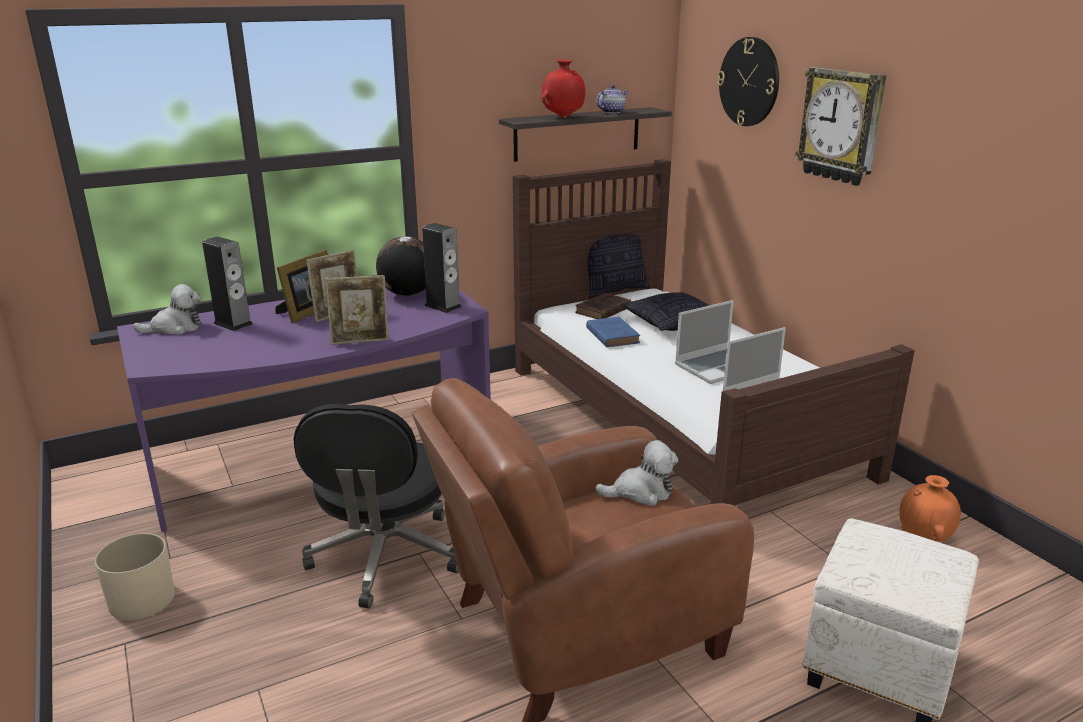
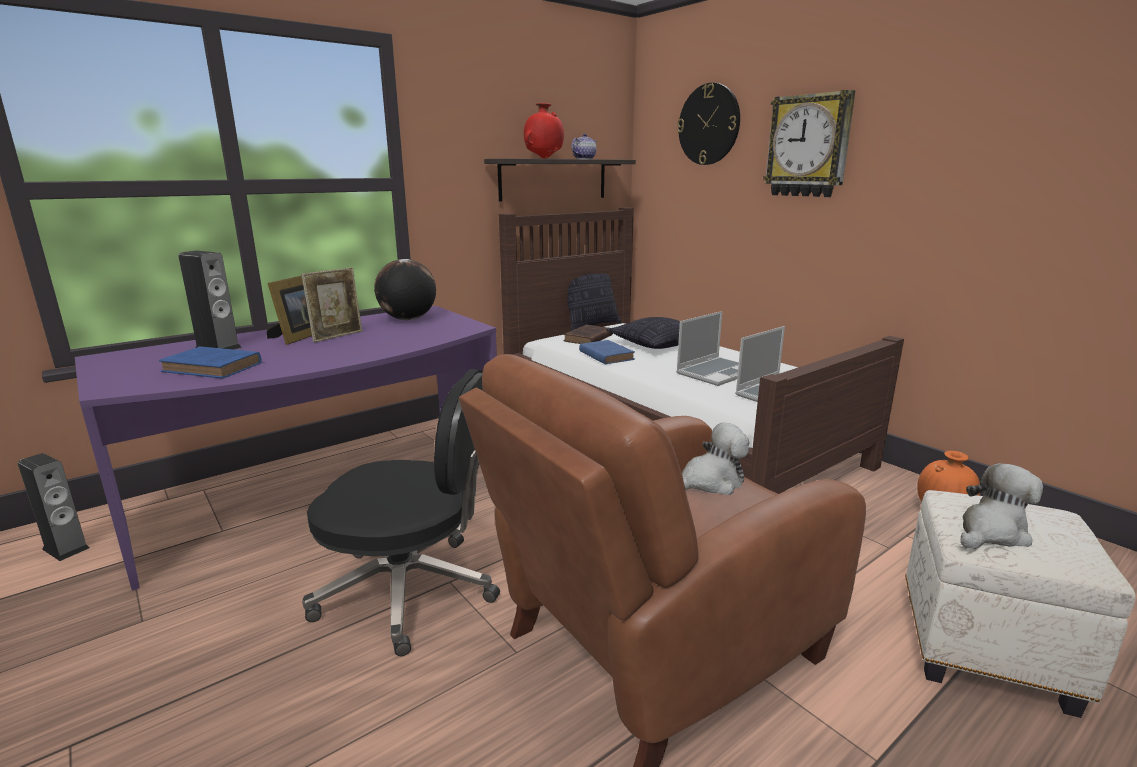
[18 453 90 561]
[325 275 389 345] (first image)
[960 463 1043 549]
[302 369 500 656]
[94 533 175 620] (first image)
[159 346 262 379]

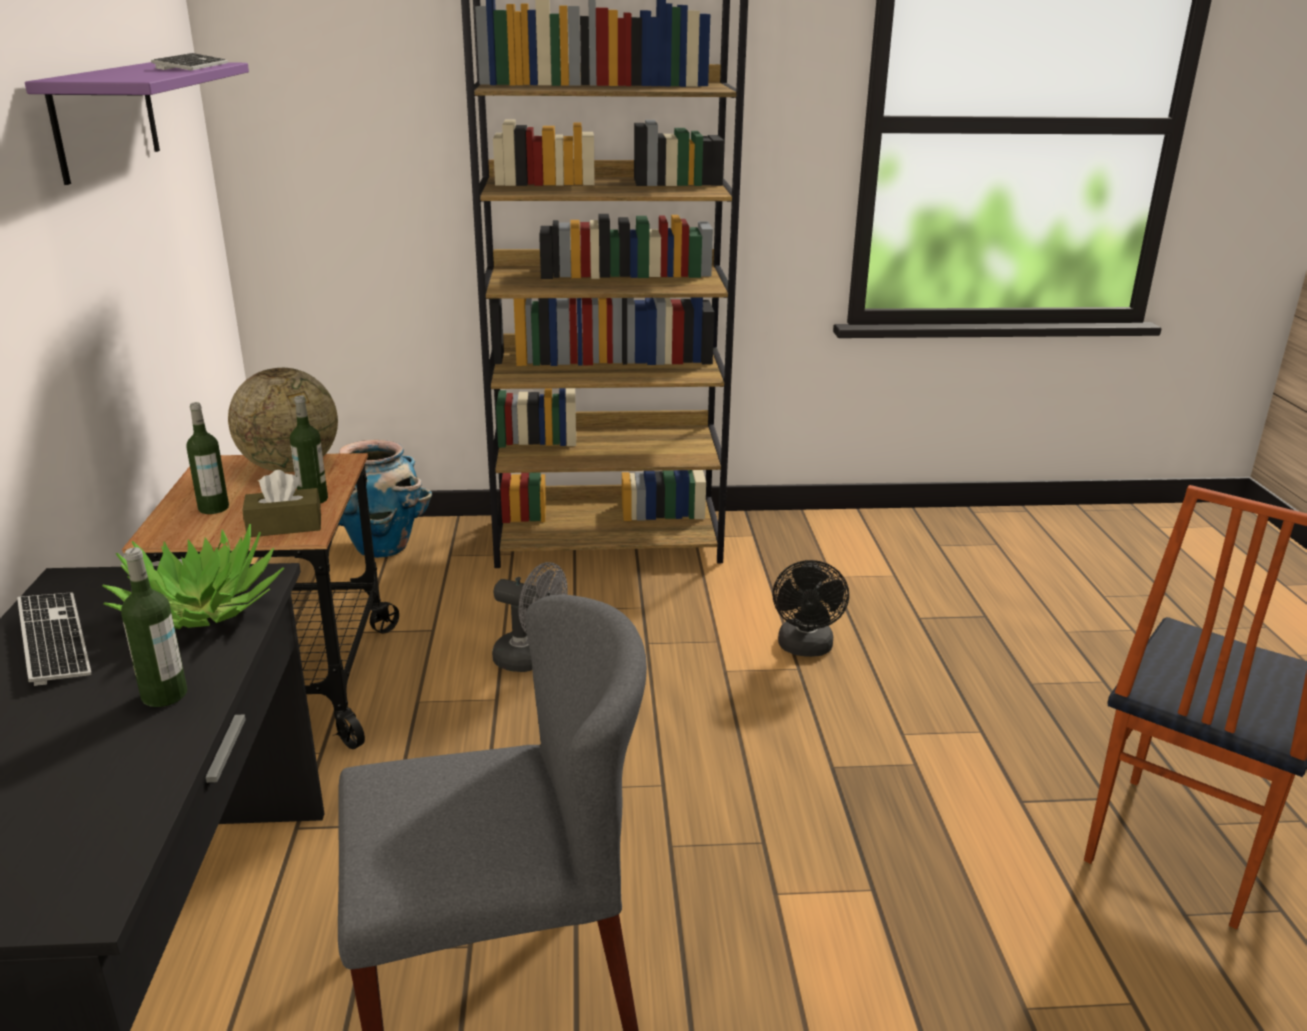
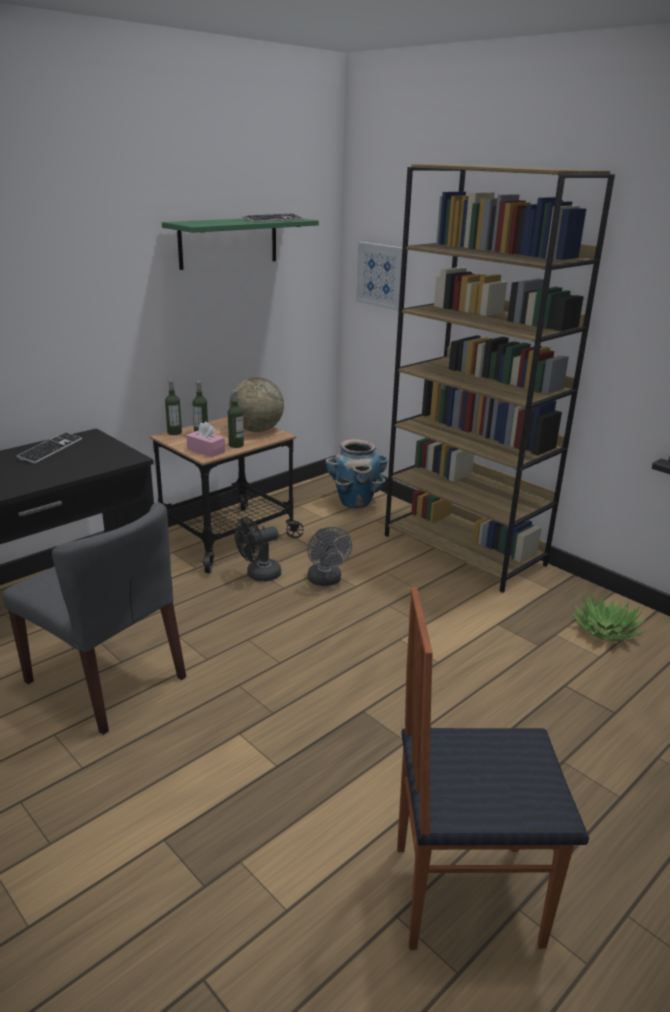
[162 218 319 270]
[186 422 225 457]
[570 592 646 641]
[165 379 182 435]
[235 517 281 582]
[356 242 402 311]

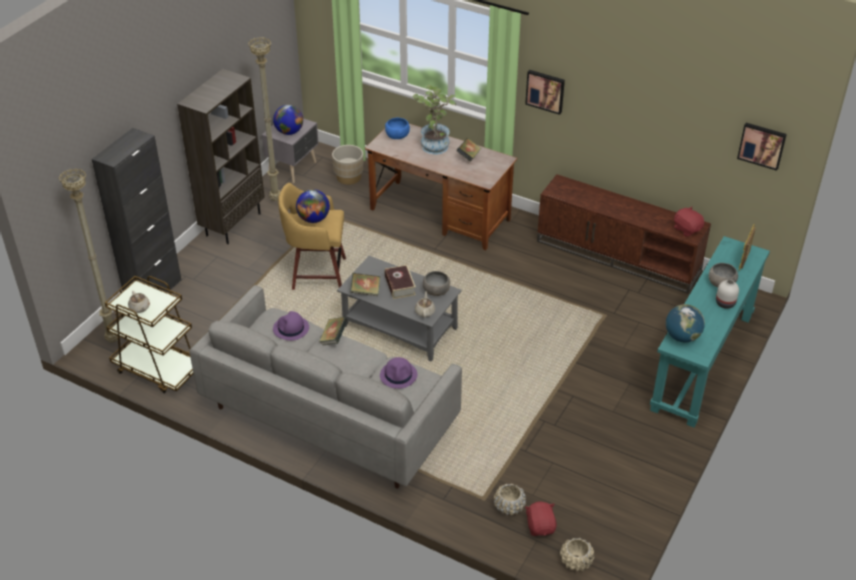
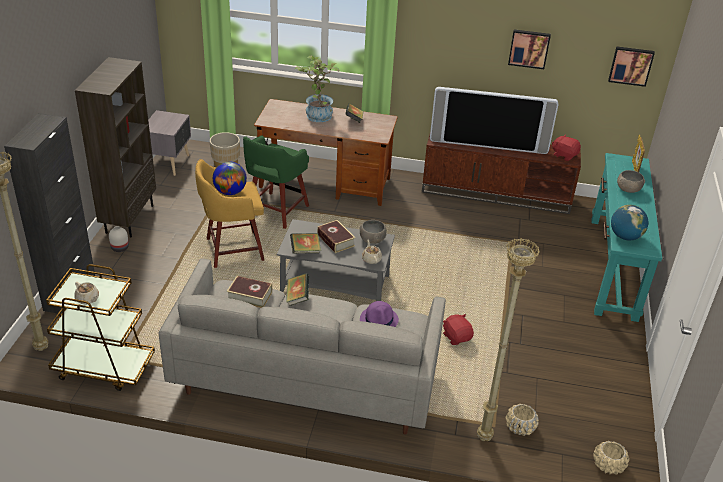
[477 239 540 441]
[508 29 551 69]
[273 105 303 135] (first image)
[385 118 410 139] (first image)
[109 226 129 252]
[227 276 272 308]
[443 314 474 345]
[430 87 558 154]
[243 135 309 229]

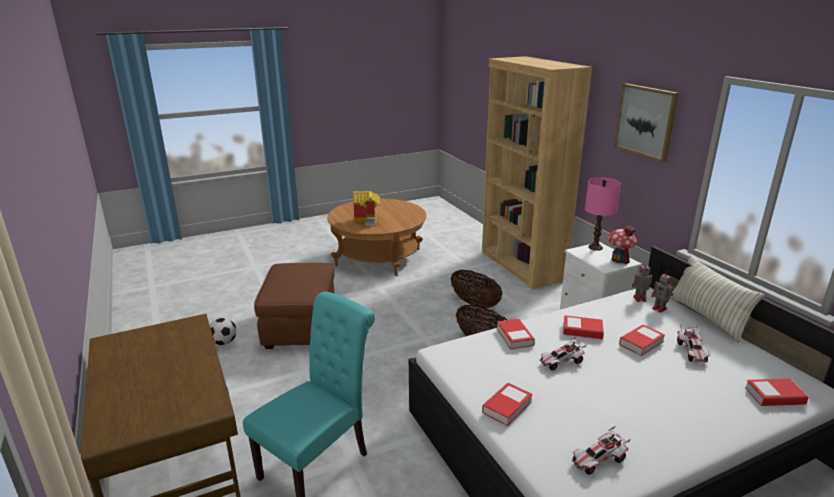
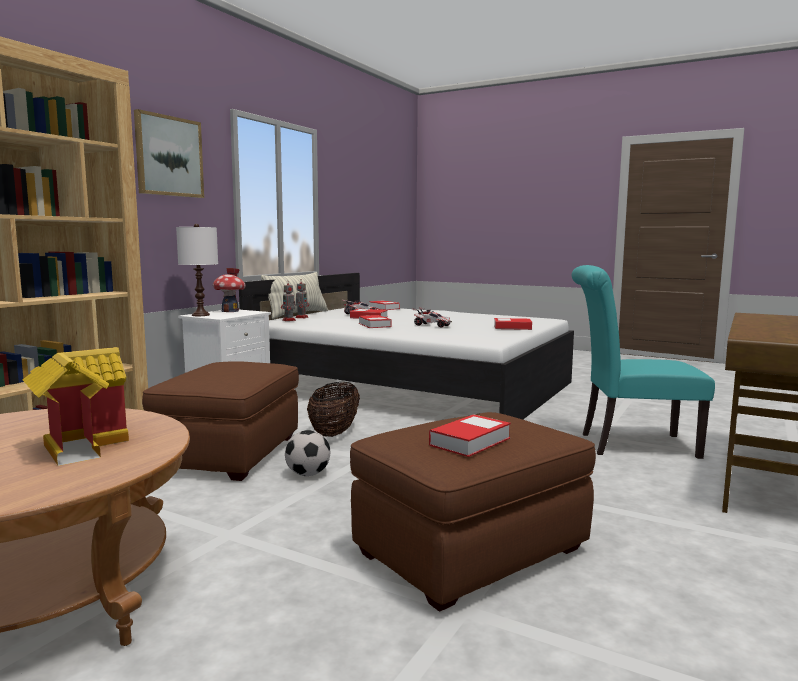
[176 224 218 316]
[142 361 299 481]
[285 430 330 476]
[429 414 511 457]
[572 426 631 475] (first image)

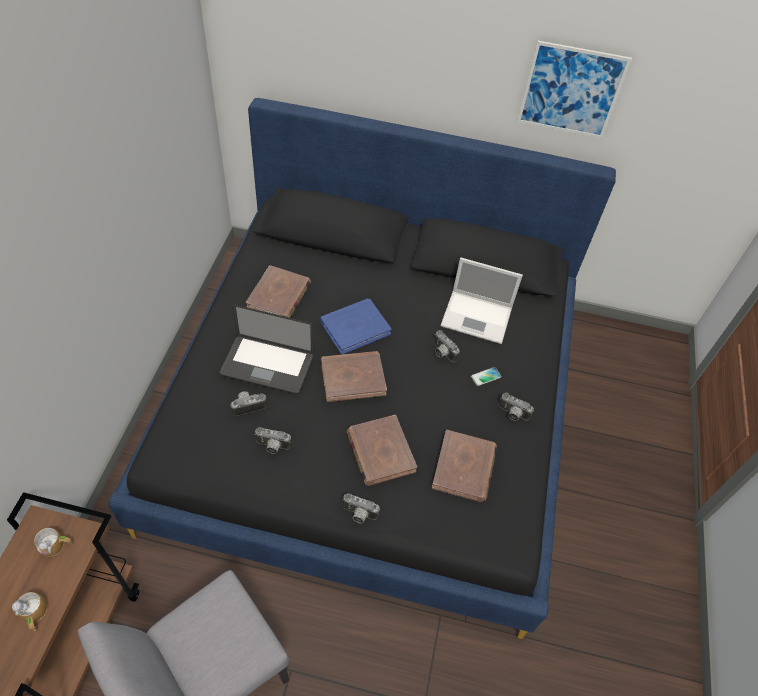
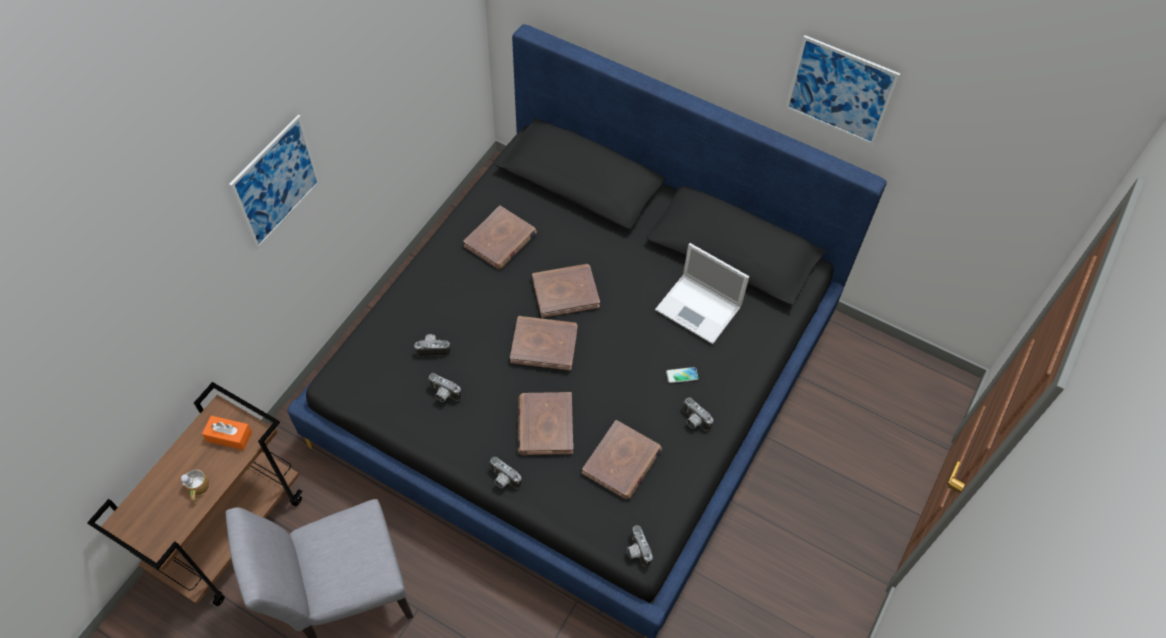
[532 264 600 318]
[220 304 314 395] (first image)
[627 525 653 567]
[202 416 252 450]
[229 115 320 250]

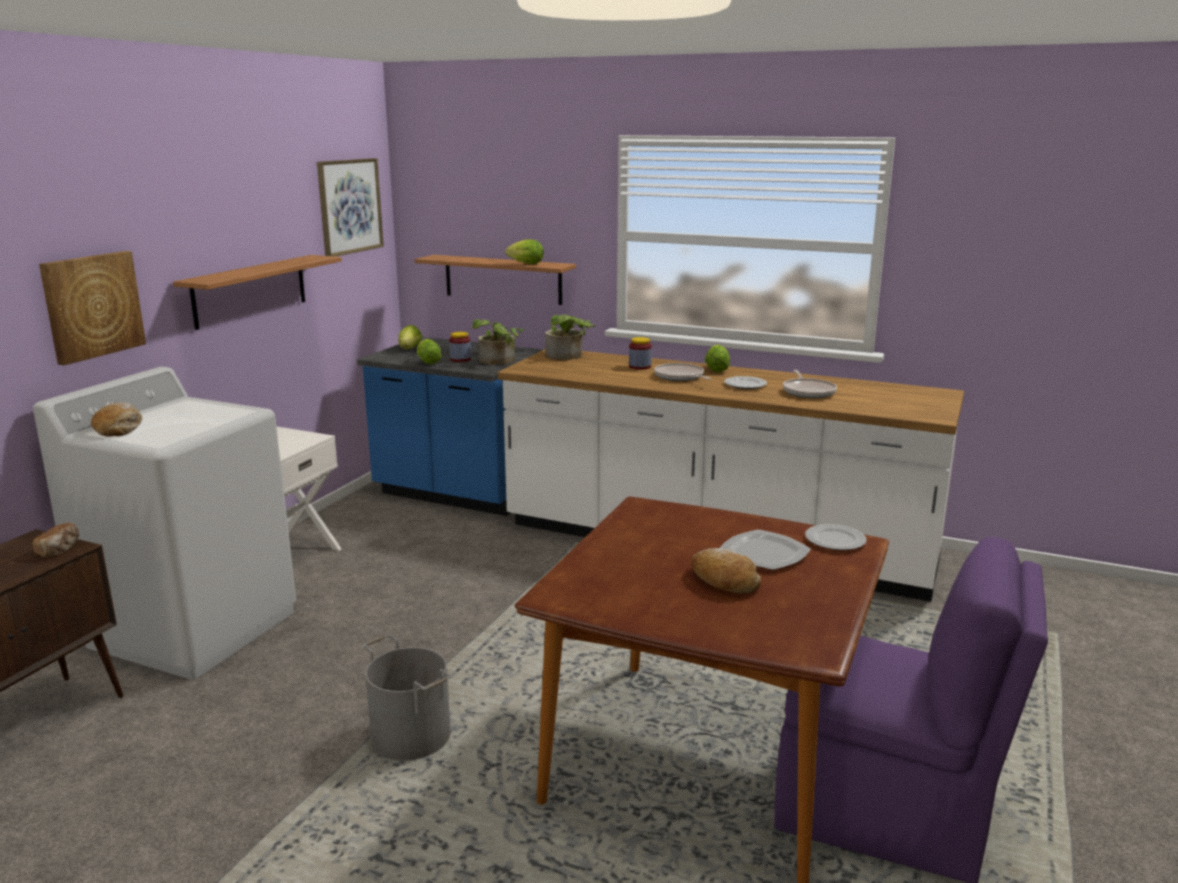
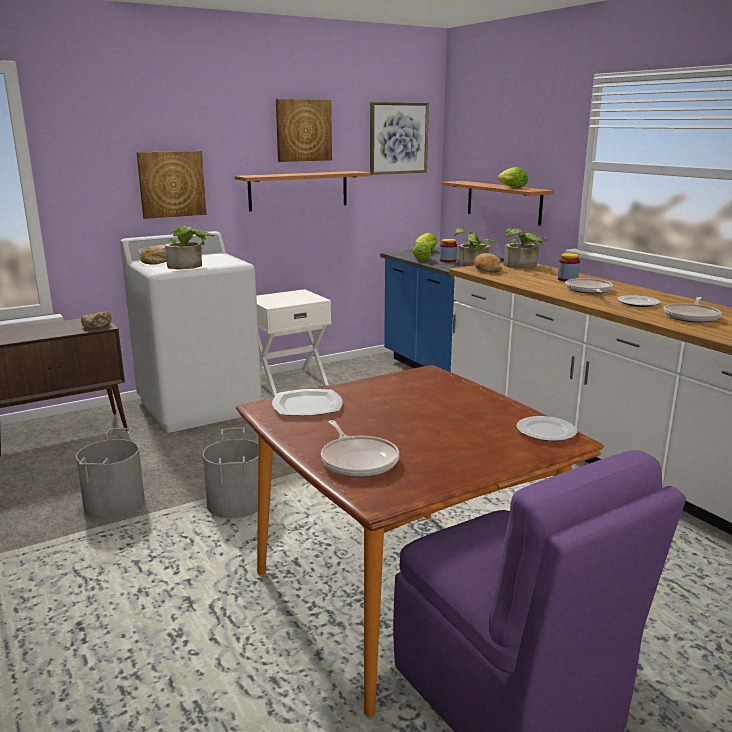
[705 344 730 372] (first image)
[272 389 343 416]
[474 253 502 272]
[276 99 332 162]
[165 226 214 269]
[321 420 399 477]
[76 428 145 520]

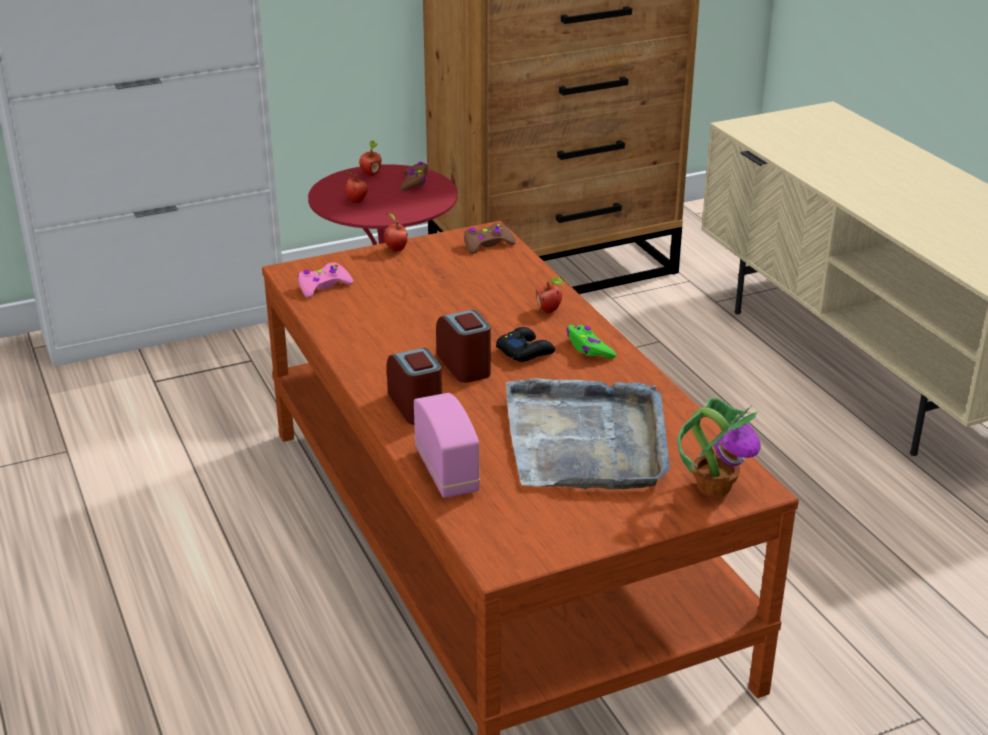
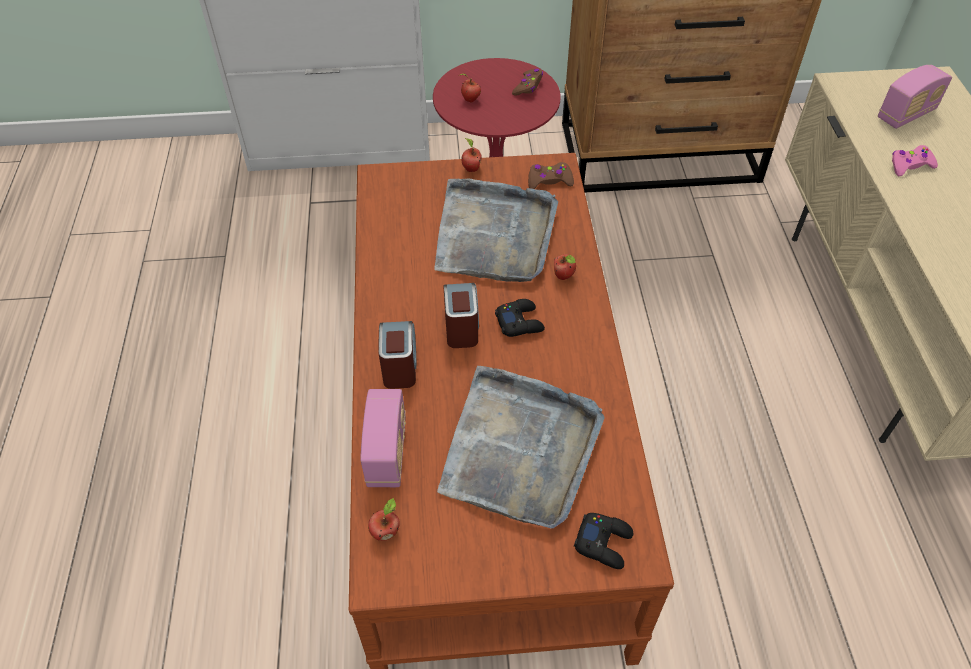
[368 498 400 541]
[892 145 938 176]
[566 325 616 359] (first image)
[574 513 633 569]
[878 65 952 129]
[434 179 558 282]

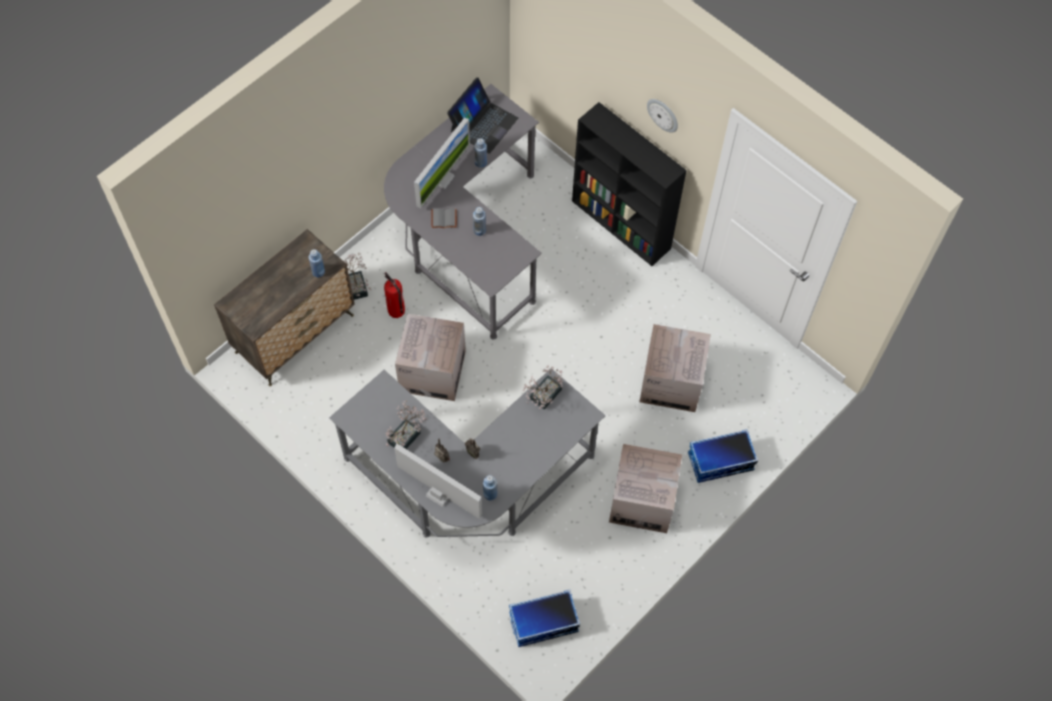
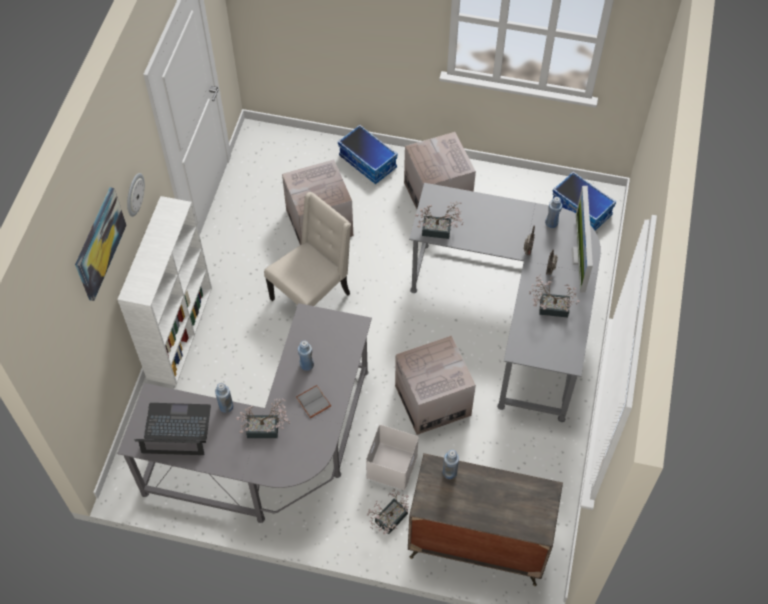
[117 196 212 385]
[236 398 290 438]
[366 425 419 490]
[75 187 127 301]
[264 192 351 306]

